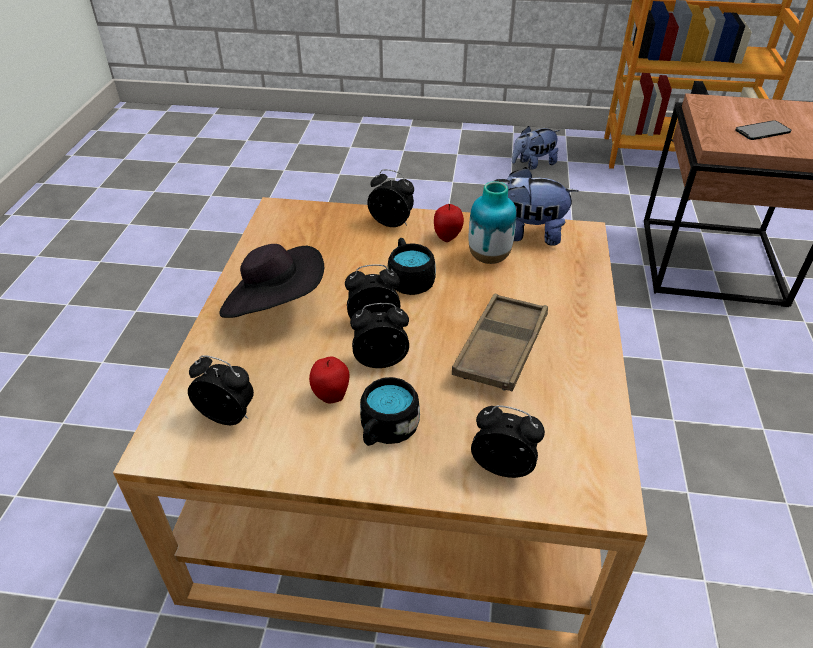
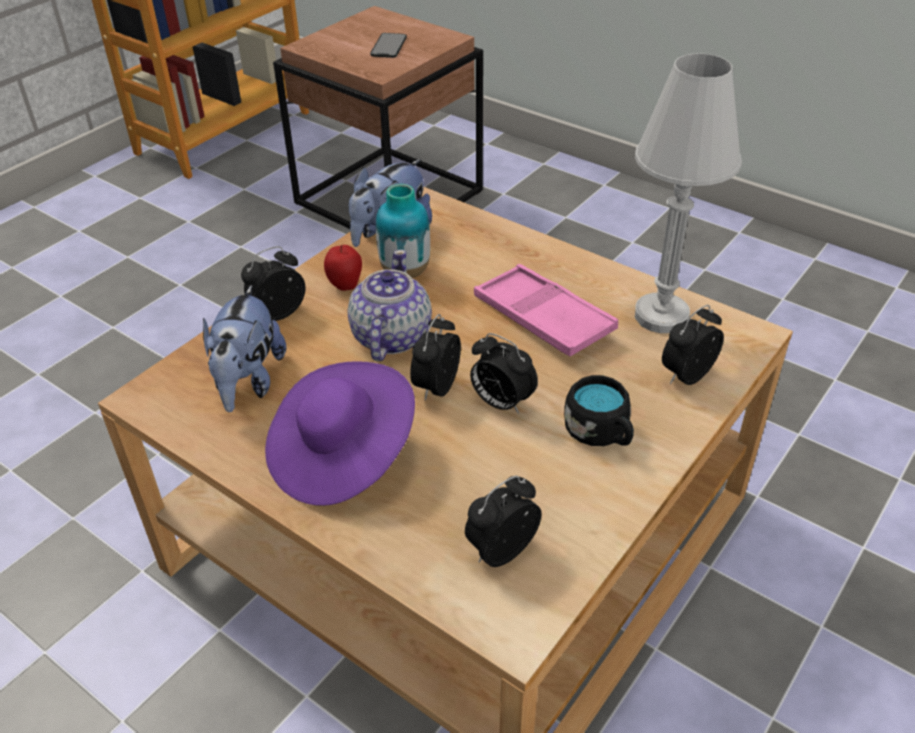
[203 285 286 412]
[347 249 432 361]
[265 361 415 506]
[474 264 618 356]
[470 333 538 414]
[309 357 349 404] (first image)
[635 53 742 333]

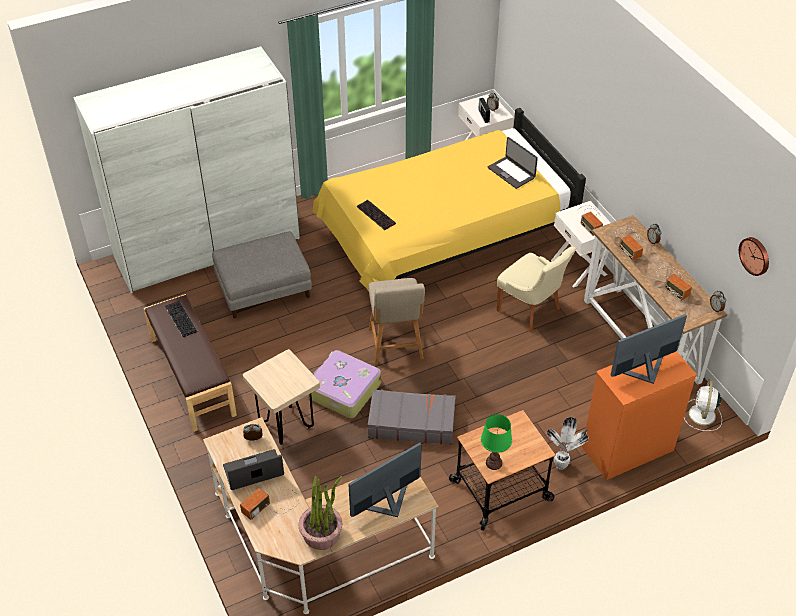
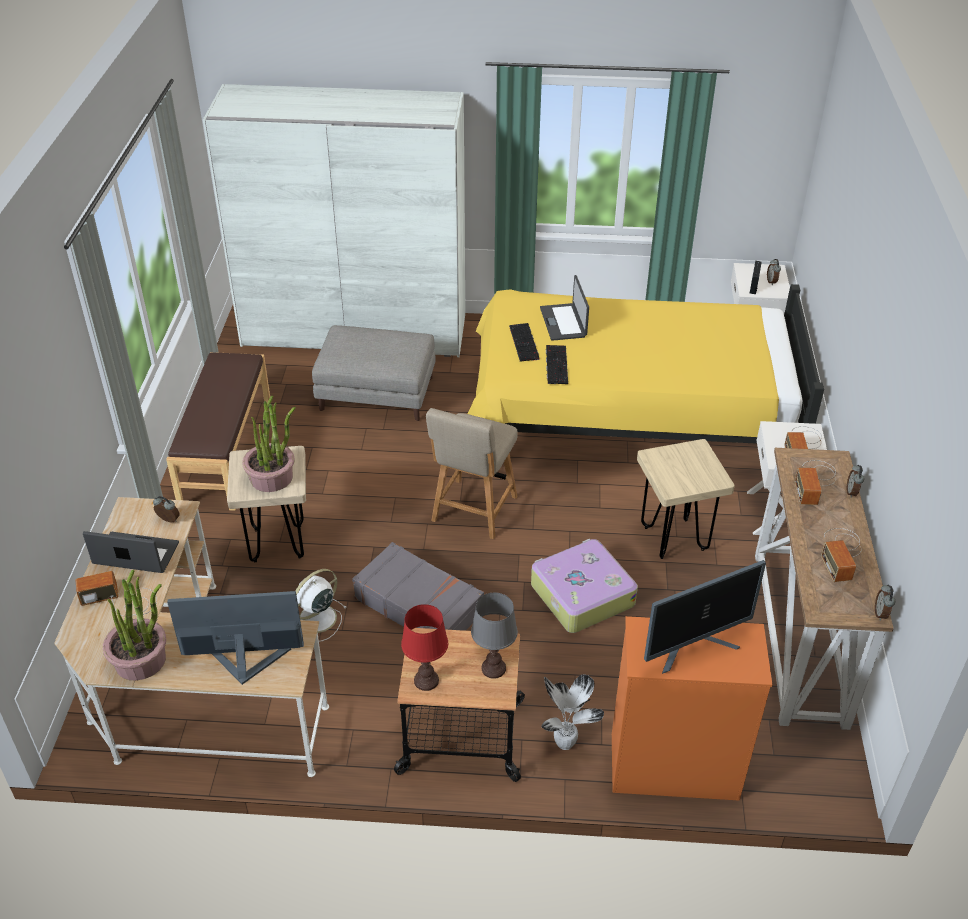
[540 275 589 341]
[739 237 769 276] (first image)
[637 439 735 559]
[546 345 568 384]
[644 560 766 674]
[531 539 638 633]
[295 569 347 642]
[401 604 448 691]
[242 396 296 492]
[471 593 518 679]

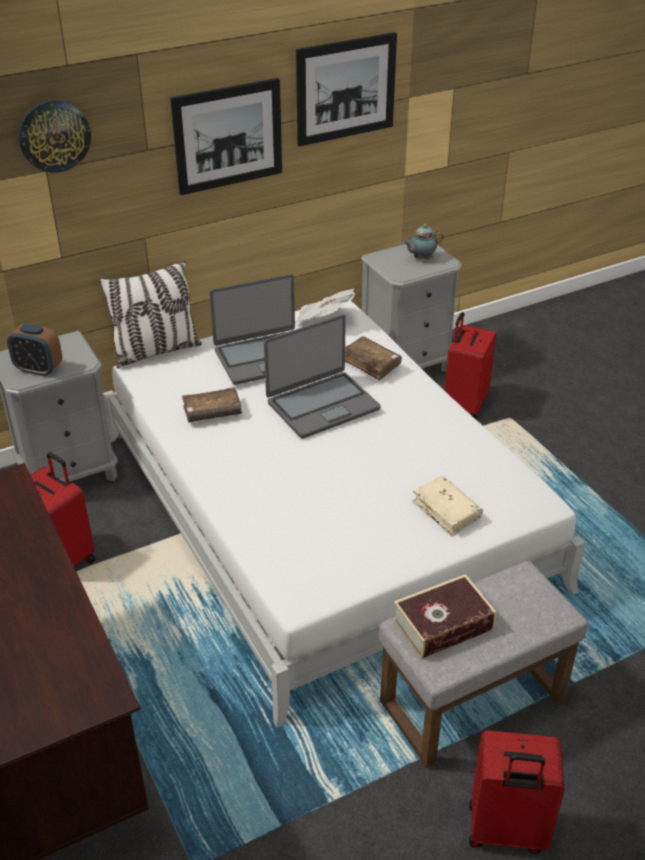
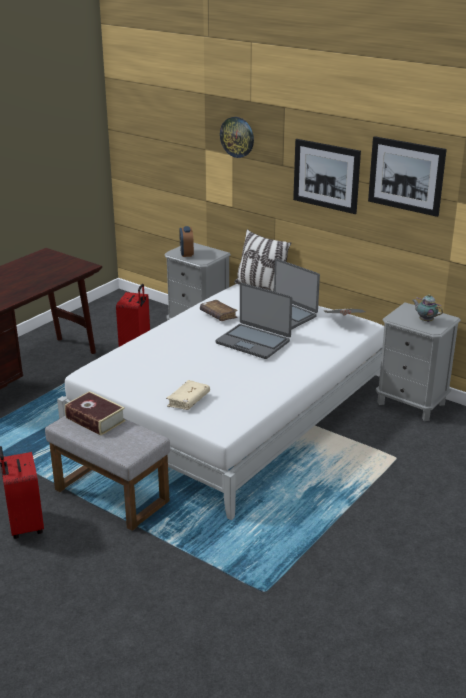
[445 312 496 419] (first image)
[345 336 402 381] (first image)

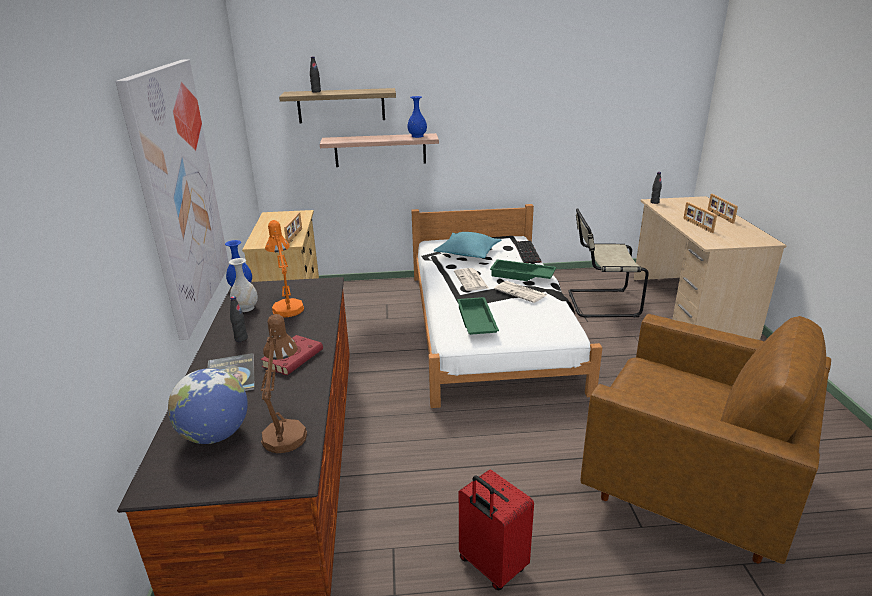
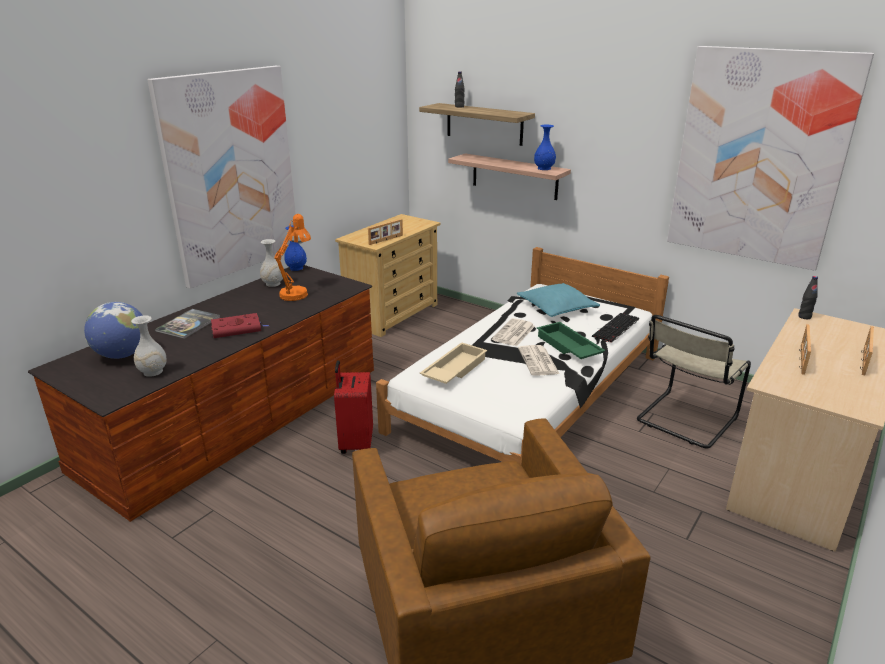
[637 315 751 449]
[230 296 248 342] (first image)
[420 342 487 384]
[131 316 167 377]
[334 360 373 454]
[667 46 874 271]

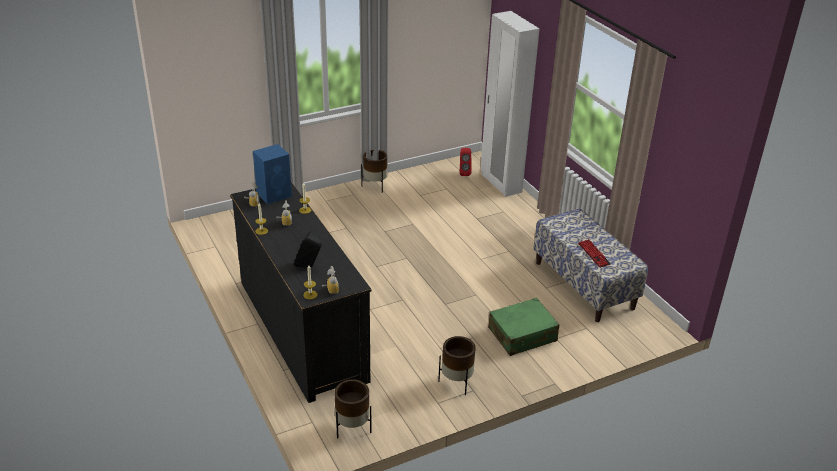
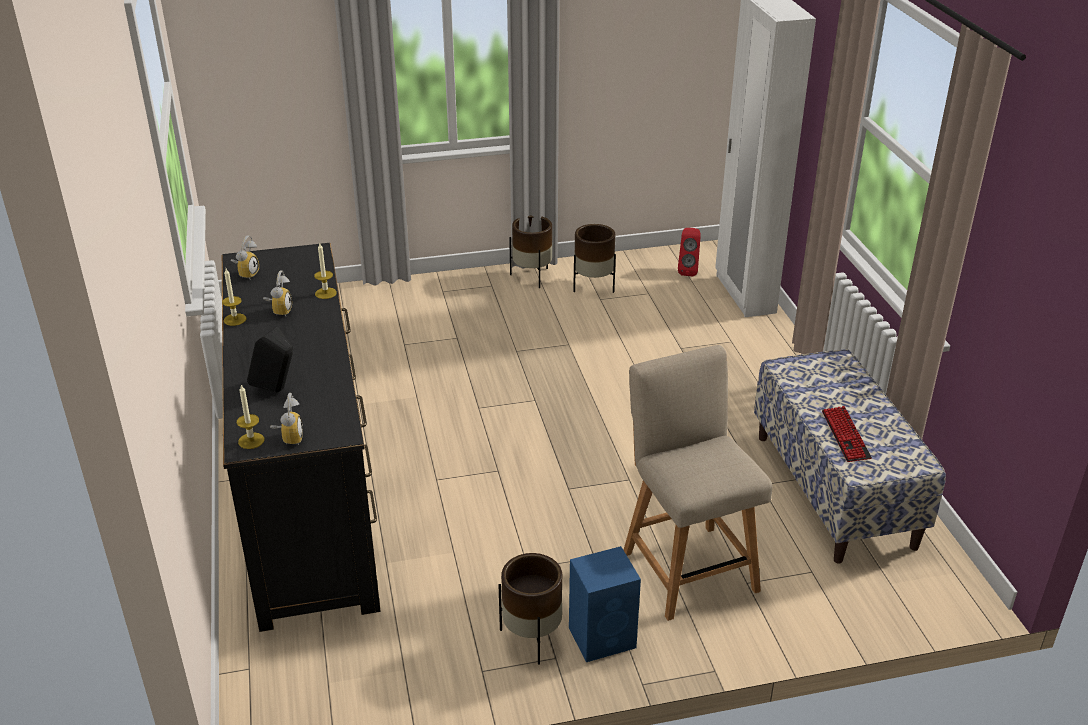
[569 546 641 662]
[624 345 772 621]
[573 224 616 293]

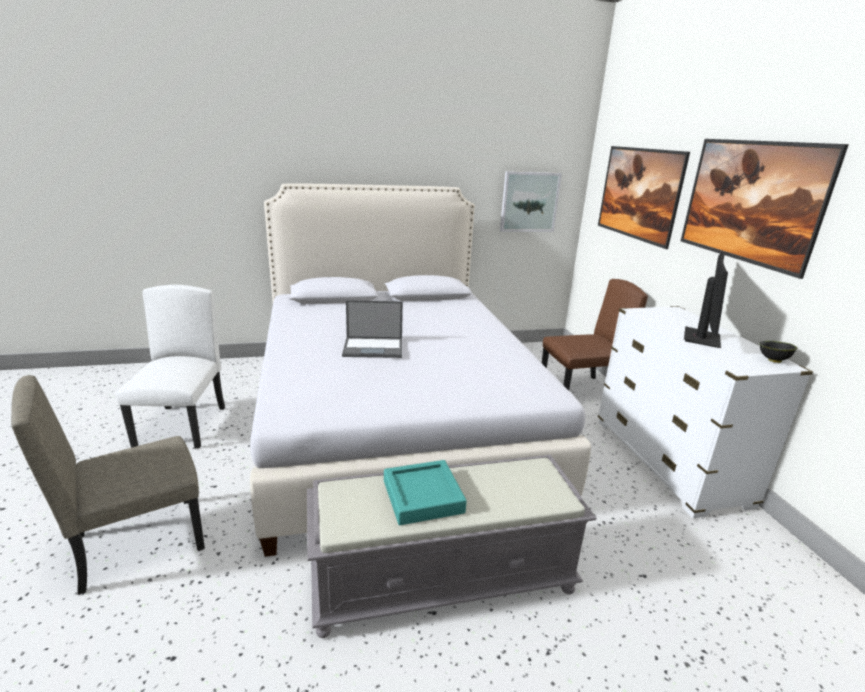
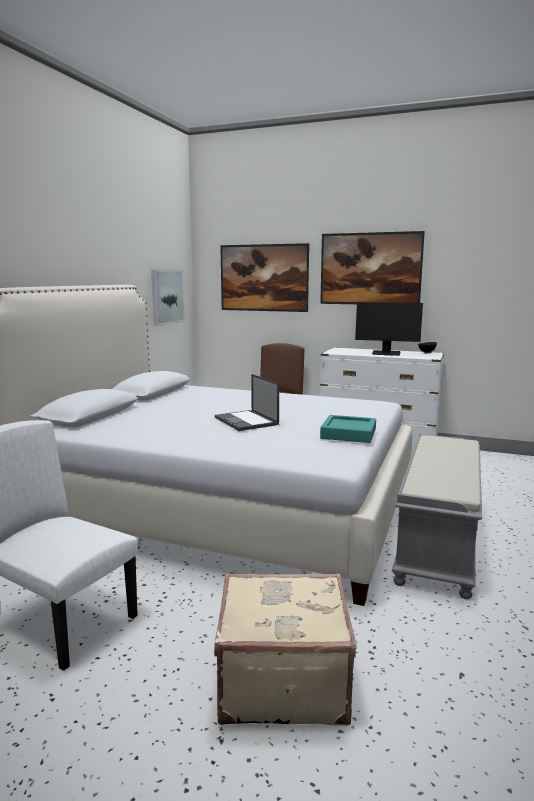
[355 302 423 356]
[215 374 279 431]
[214 573 357 726]
[320 415 376 443]

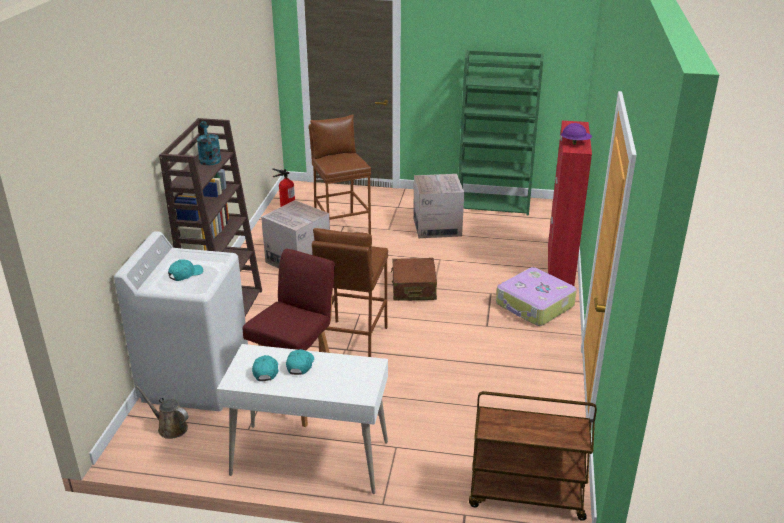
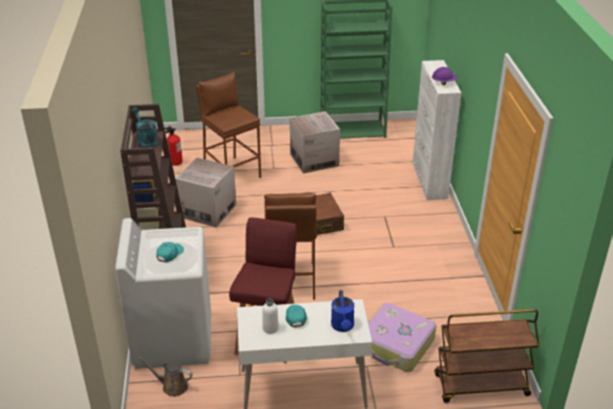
[413 60 461 200]
[368 303 436 372]
[263 298 279 334]
[331 290 355 332]

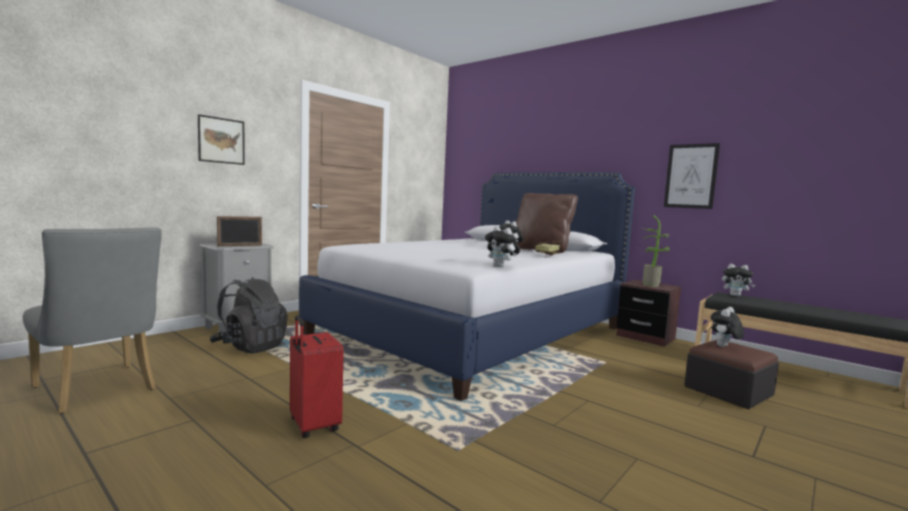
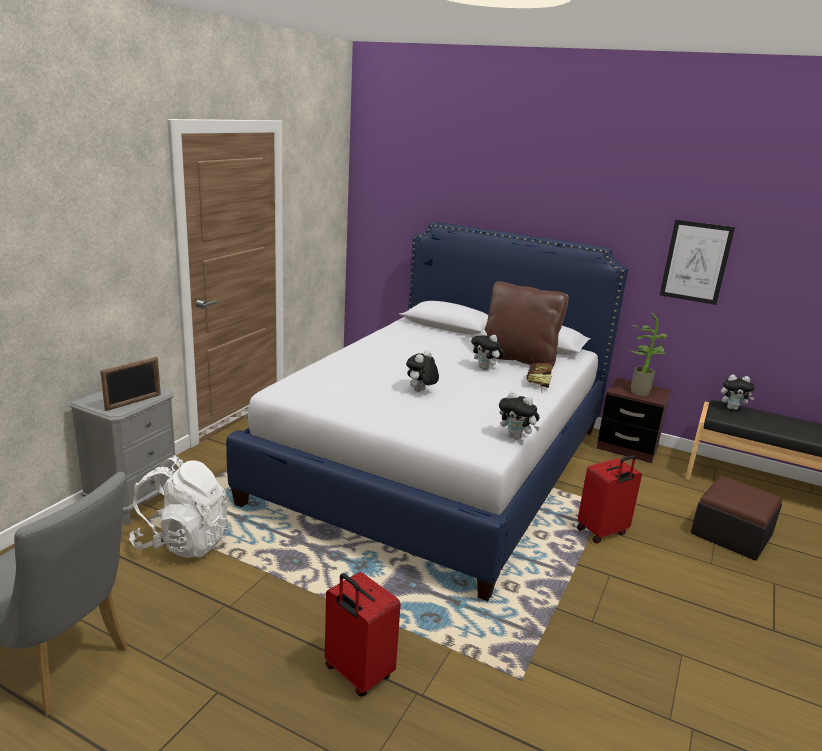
[198 114 245 165] (first image)
[129 455 229 558]
[406 350 439 392]
[577 455 642 544]

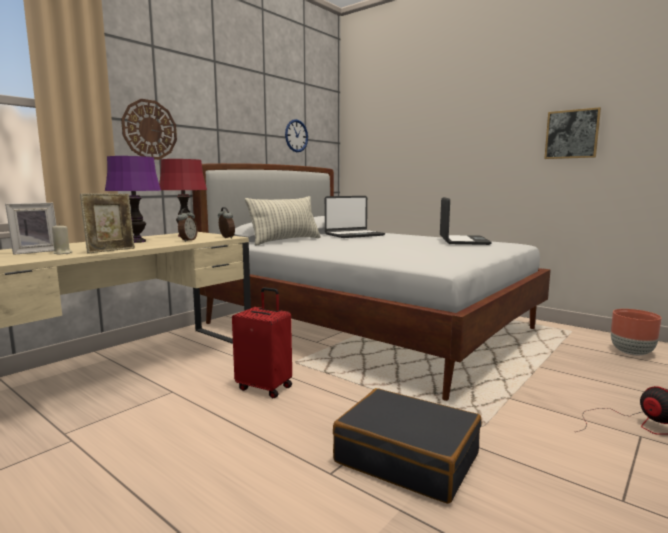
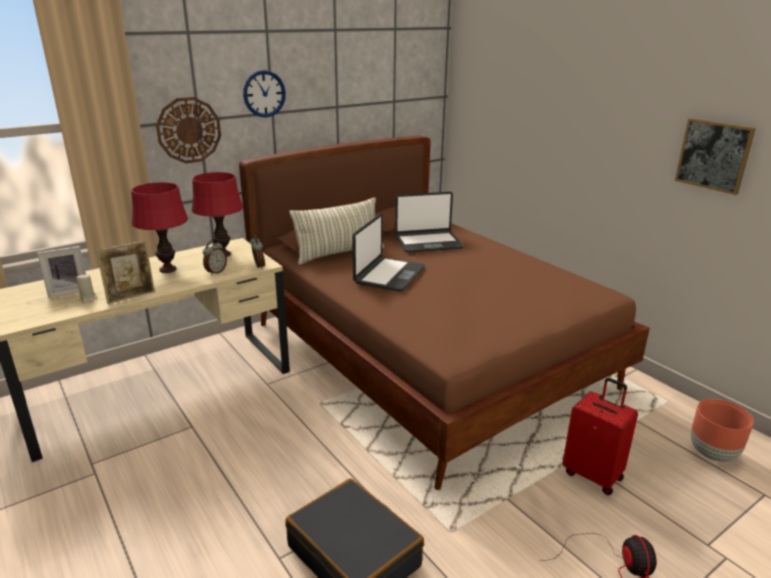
[243 70 286 117]
[131 182 188 273]
[239 136 650 490]
[352 214 425 292]
[563 378 638 495]

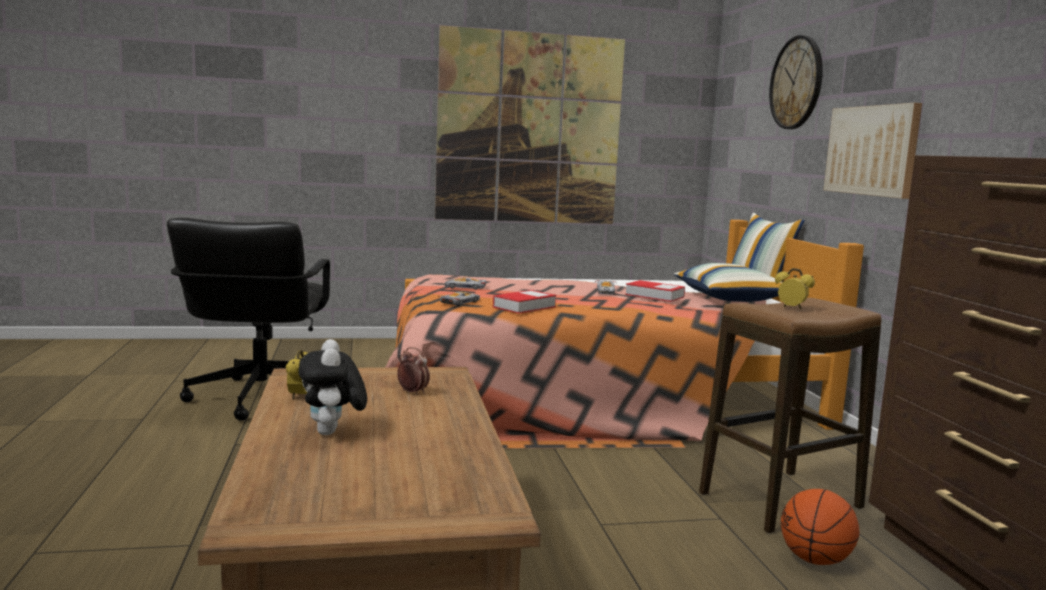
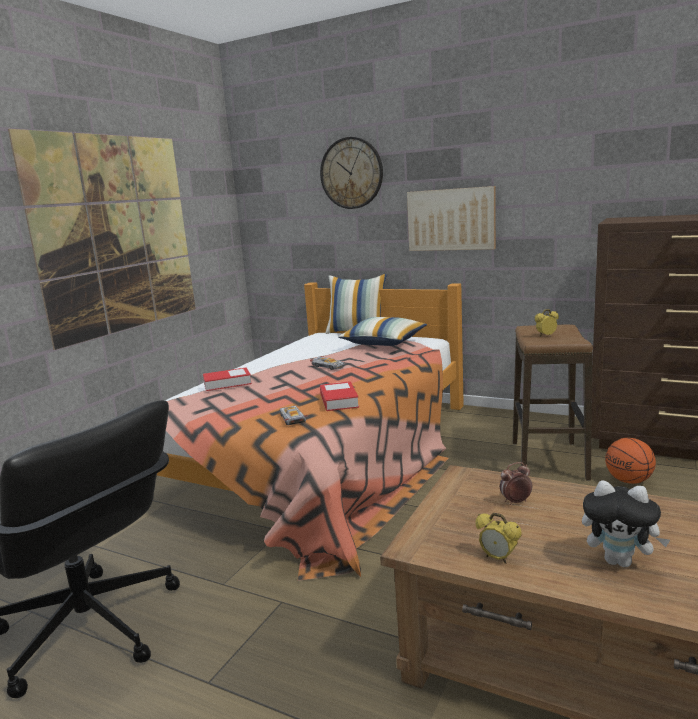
[445 278 486 290] (first image)
[203 367 252 391]

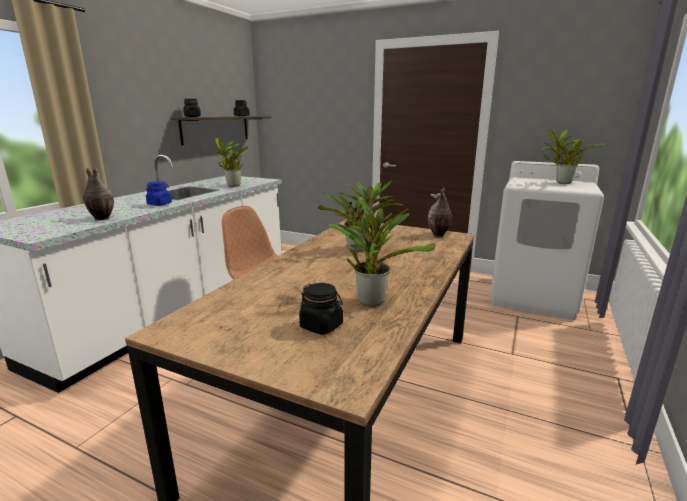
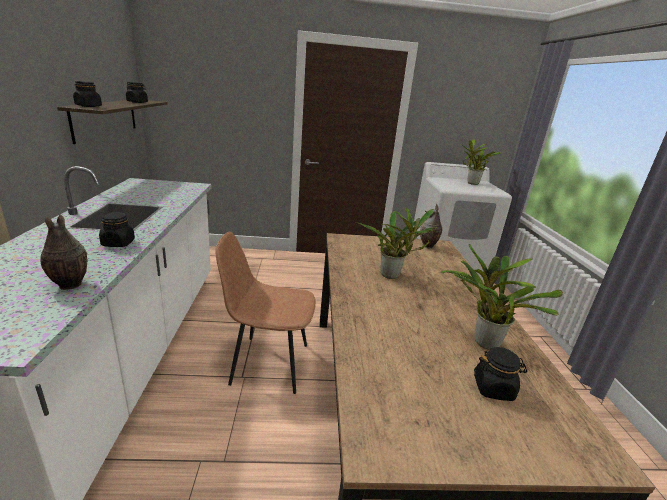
[204 138 249 187] (first image)
[99 212 135 247]

